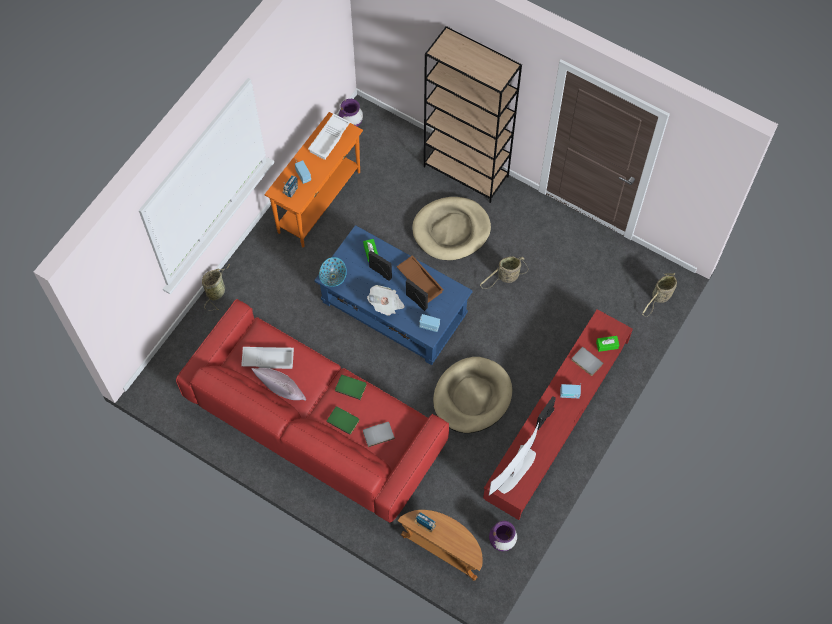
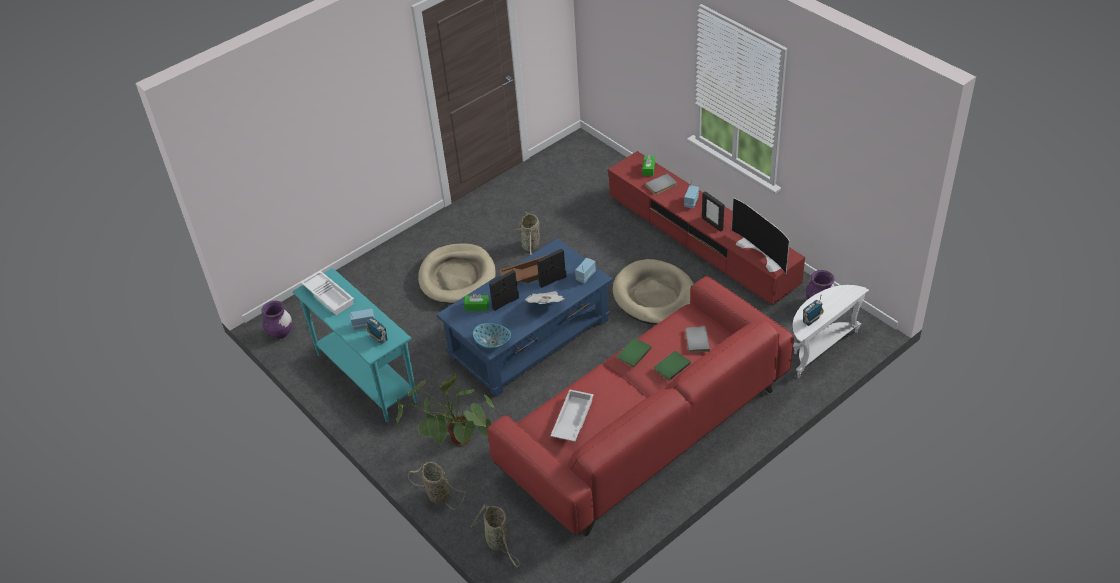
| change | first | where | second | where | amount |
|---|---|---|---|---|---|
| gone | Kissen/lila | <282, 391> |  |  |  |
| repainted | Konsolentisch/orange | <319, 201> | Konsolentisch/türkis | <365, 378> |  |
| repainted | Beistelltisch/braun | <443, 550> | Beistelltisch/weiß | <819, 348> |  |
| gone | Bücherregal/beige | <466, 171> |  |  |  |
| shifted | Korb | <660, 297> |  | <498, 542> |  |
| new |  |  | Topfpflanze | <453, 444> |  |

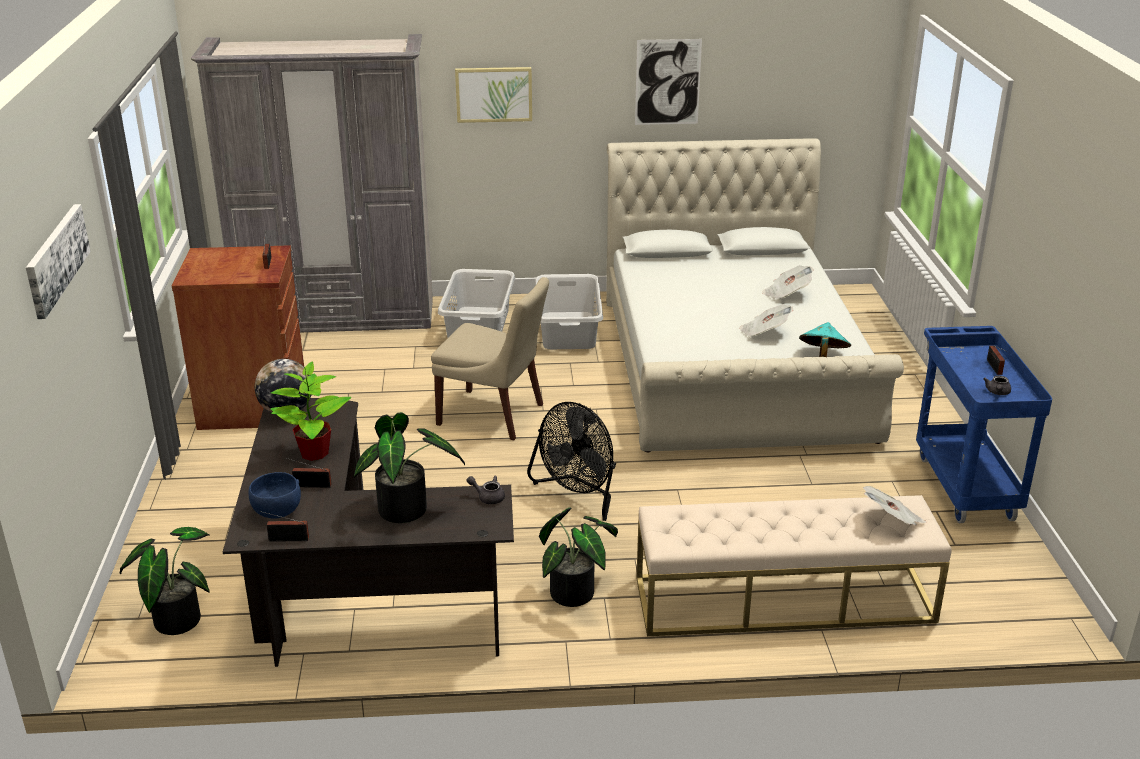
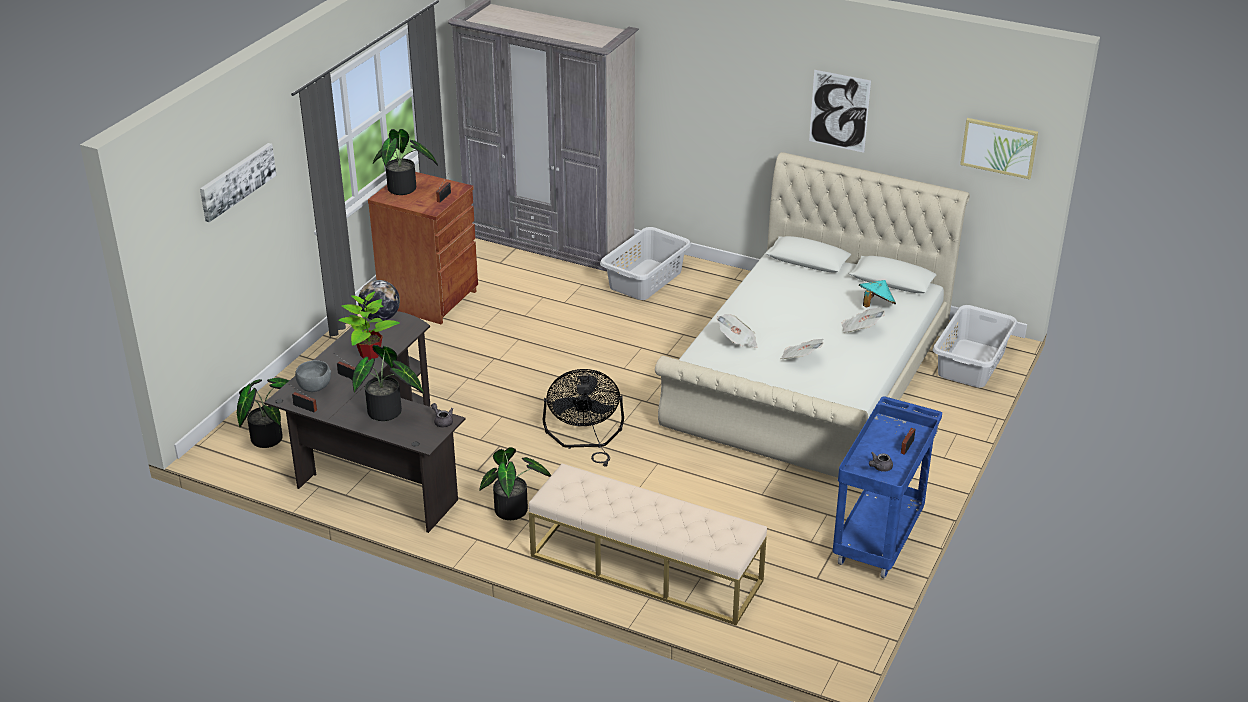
| change | first | where | second | where | amount |
|---|---|---|---|---|---|
| repainted | Schüssel/blau | <277, 511> | Schüssel/grau | <314, 387> |  |
| gone | Stuhl/beige | <494, 415> |  |  |  |
| shifted | Bild | <494, 94> |  | <999, 147> |  |
| rotated | Ventilator/schwarz | <579, 492> |  | <587, 440> | 105 degrees clockwise |
| shifted | Wäschekorb/grau | <567, 331> |  | <970, 363> |  |
| shifted | Hut/türkis | <822, 355> |  | <875, 305> |  |
| shifted | Zeitung | <892, 521> |  | <737, 341> |  |
| new |  |  | Topfpflanze | <404, 190> |  |

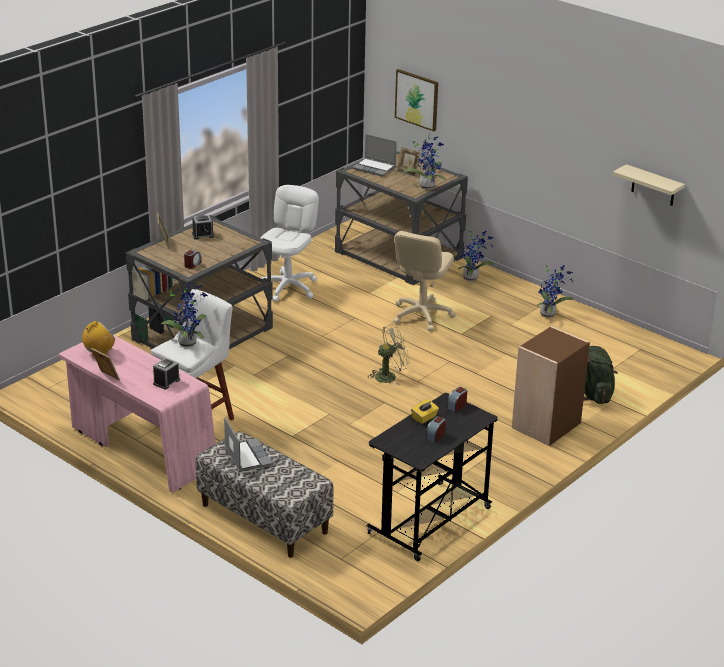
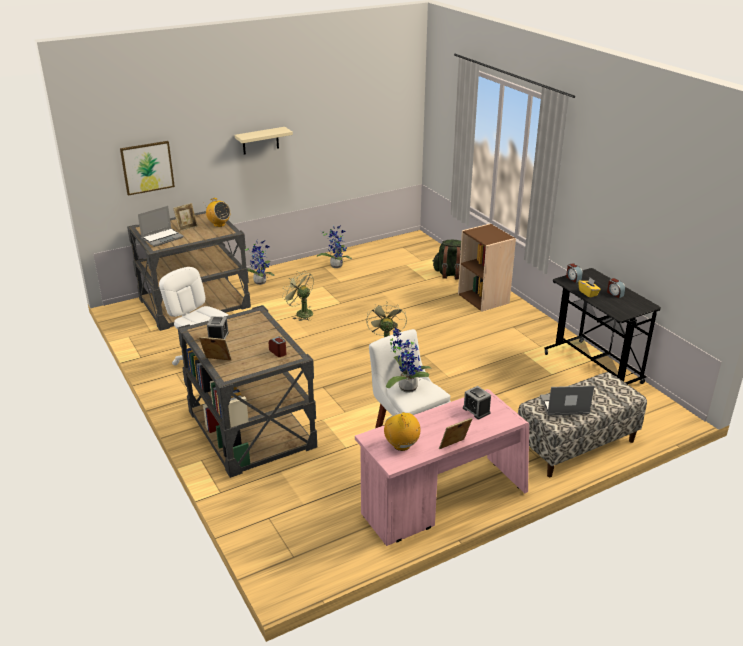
| change | first | where | second | where | amount |
|---|---|---|---|---|---|
| swapped | Bürostuhl/beige | <421, 315> | Ventilator/grün | <301, 313> |  |
| swapped | Topfpflanze | <427, 186> | Radio | <219, 224> |  |
| shifted | Wandregal/beige | <653, 186> |  | <260, 140> |  |

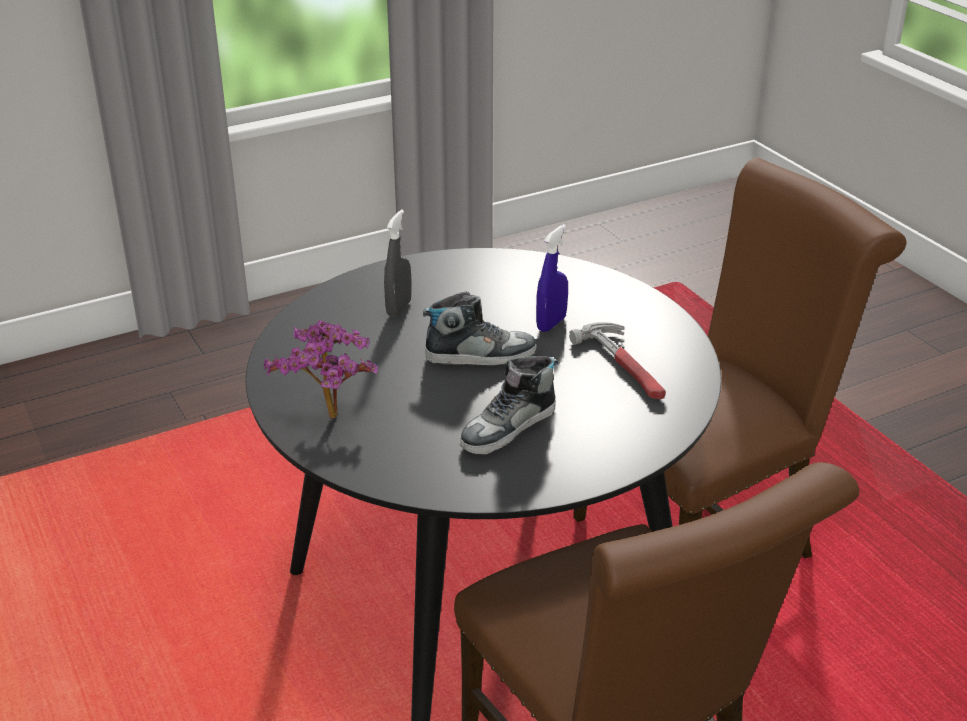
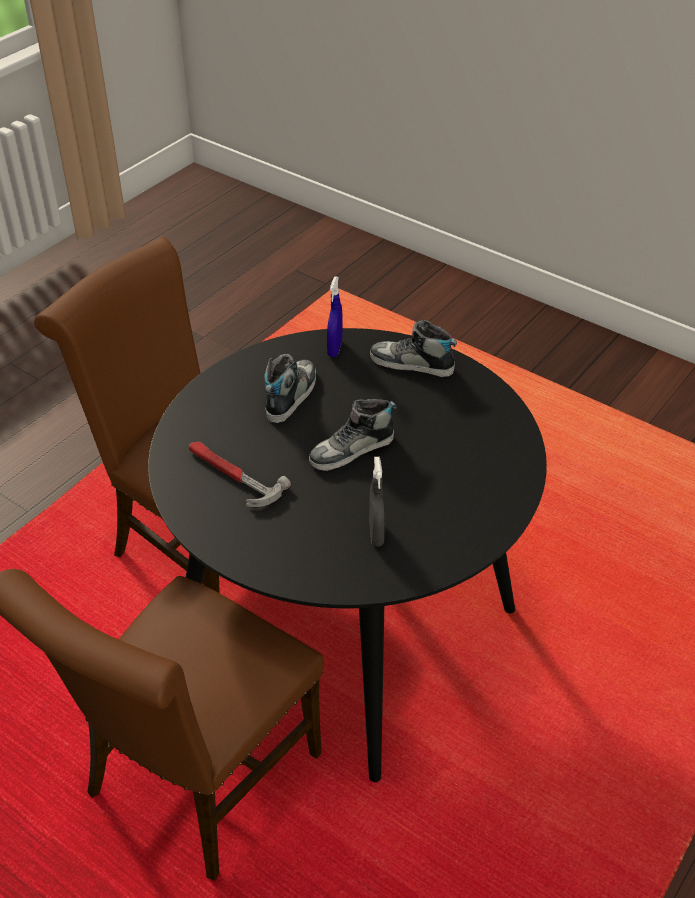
| change | first | where | second | where | amount |
|---|---|---|---|---|---|
| swapped | Topfpflanze | <331, 422> | Schuh | <412, 364> |  |
| shifted | Sprühflasche/grau | <399, 308> |  | <376, 534> |  |
| shifted | Sprühflasche/blau | <551, 324> |  | <334, 349> |  |

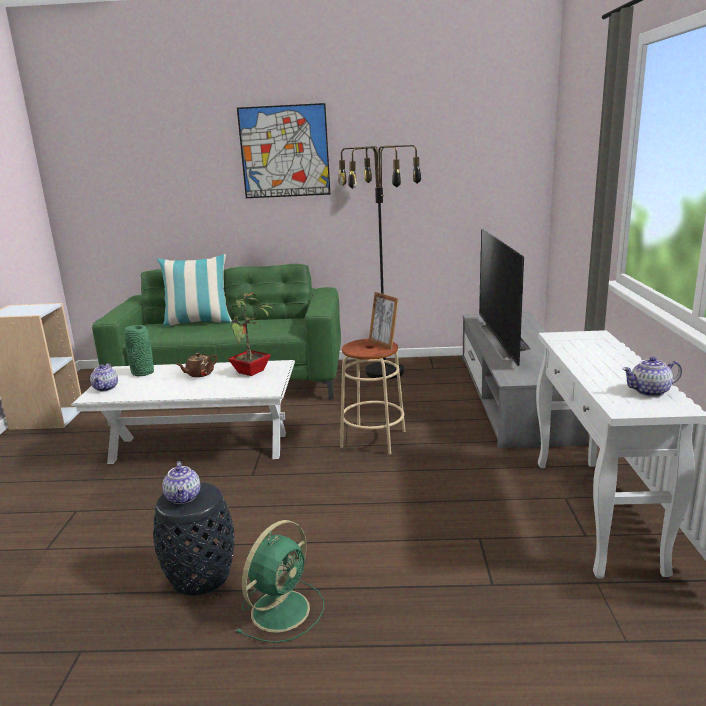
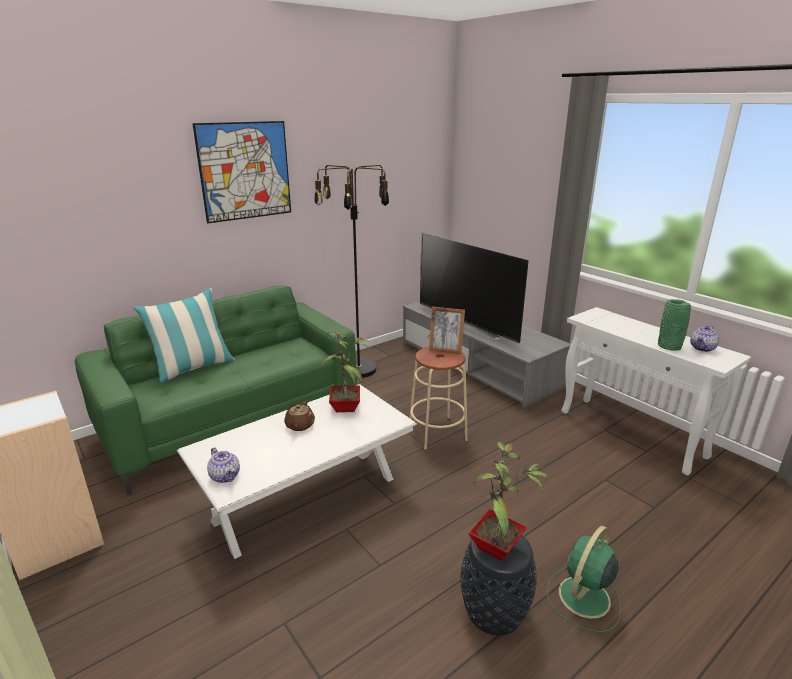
| change | first | where | second | where | amount |
|---|---|---|---|---|---|
| shifted | Vase/grün | <143, 373> |  | <670, 346> |  |
| swapped | Teekanne | <184, 497> | Topfpflanze | <498, 549> |  |
| rotated | Ventilator/grün | <282, 609> |  | <583, 598> | 135 degrees counterclockwise |

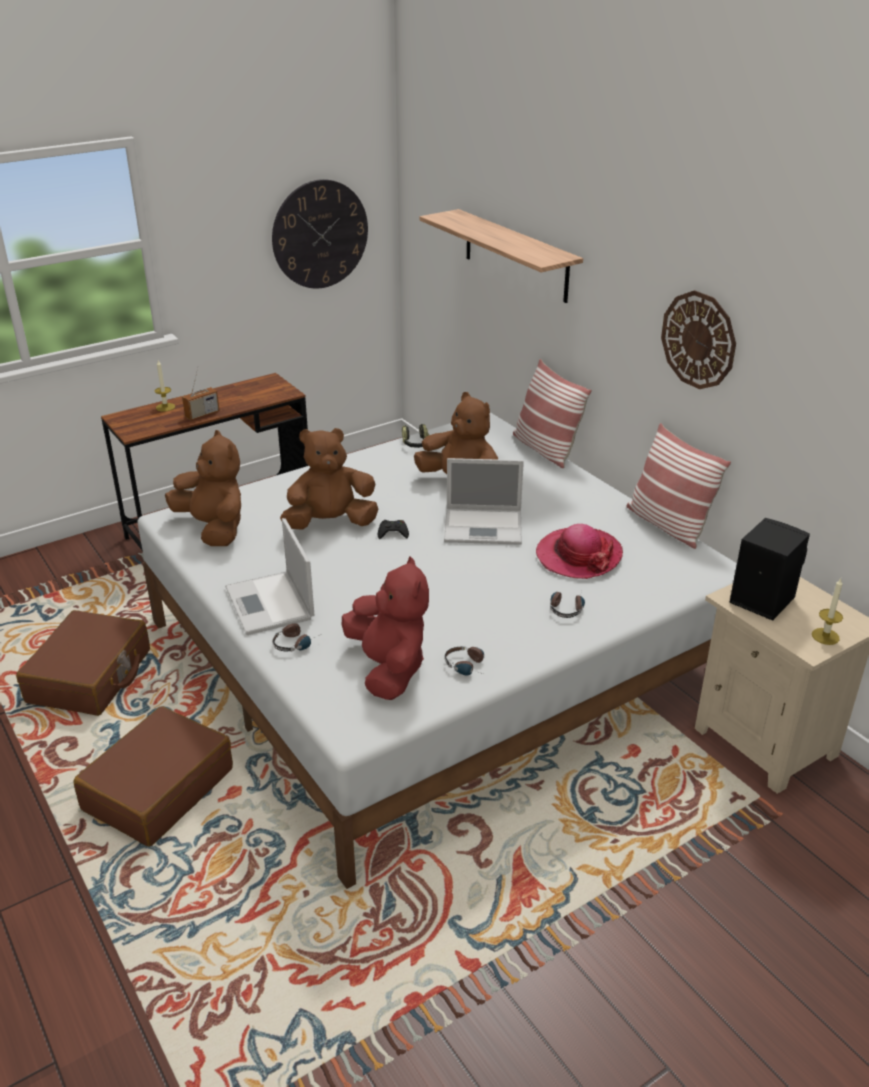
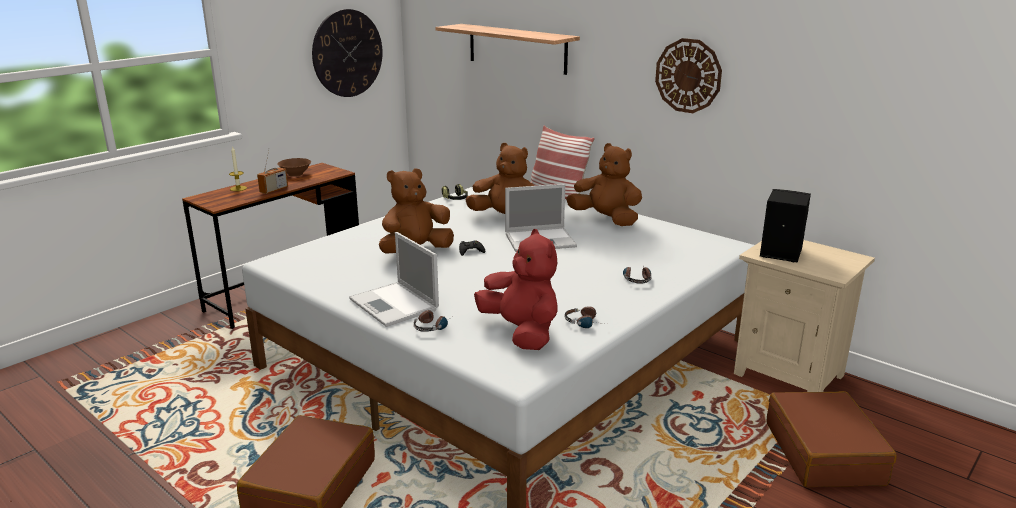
| change | first | where | second | where | amount |
|---|---|---|---|---|---|
| shifted | Koffer/braun | <90, 676> |  | <824, 453> |  |
| shifted | Plüschtier/braun | <214, 528> |  | <606, 219> |  |
| gone | Hut | <578, 556> |  |  |  |
| gone | Kissen | <667, 524> |  |  |  |
| gone | Kerze | <825, 636> |  |  |  |
| new |  |  | Schüssel/braun | <296, 174> |  |

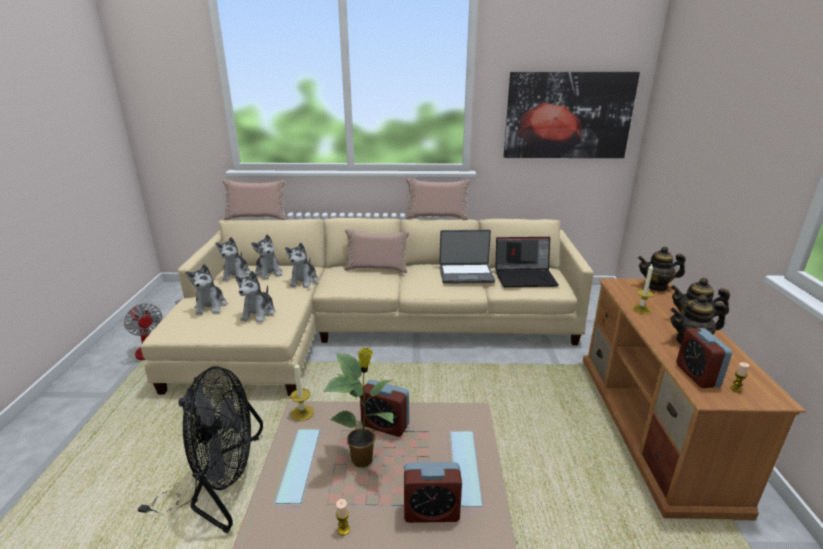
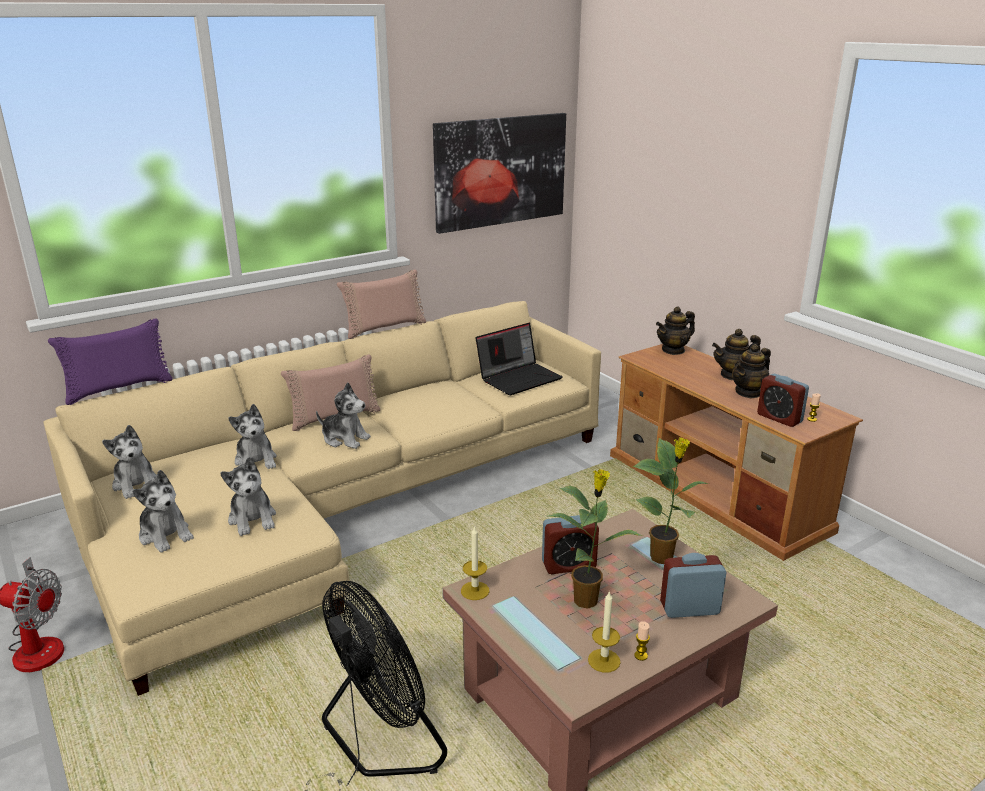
| change | first | where | second | where | amount |
|---|---|---|---|---|---|
| repainted | Kissen/beige | <256, 218> | Kissen/lila | <119, 389> |  |
| shifted | Plüschtier | <269, 272> |  | <345, 439> |  |
| rotated | Wecker | <431, 511> |  | <689, 608> | 150 degrees counterclockwise |
| gone | Laptop | <466, 274> |  |  |  |
| shifted | Kerze | <641, 309> |  | <604, 660> |  |
| new |  |  | Topfpflanze | <663, 558> |  |

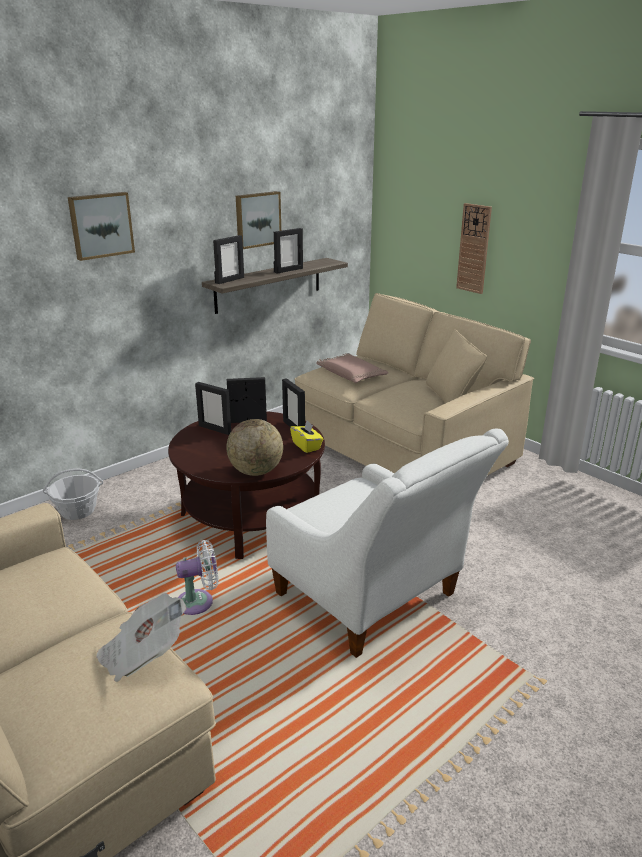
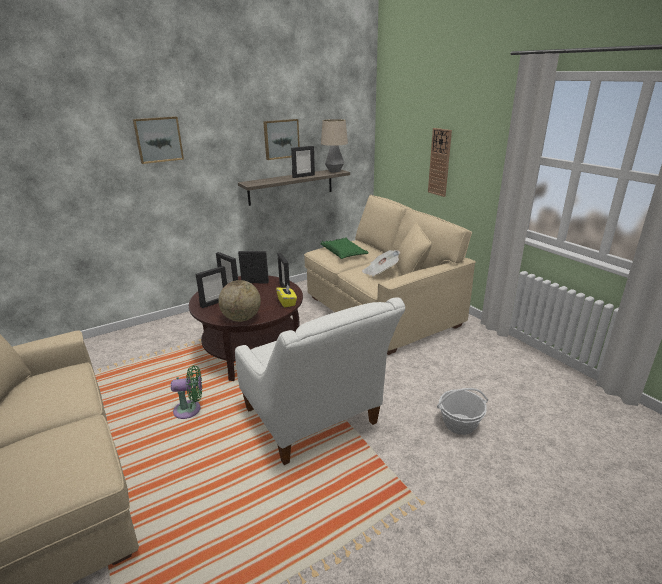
| change | first | where | second | where | amount |
|---|---|---|---|---|---|
| shifted | Korb | <77, 511> |  | <459, 424> |  |
| shifted | Zeitung | <143, 654> |  | <380, 272> |  |
| repainted | Ventilator/weiß | <199, 602> | Ventilator/grün | <190, 409> |  |
| shifted | Bilderrahmen | <229, 280> |  | <214, 302> |  |
| repainted | Kissen/beige | <351, 373> | Kissen/grün | <343, 252> |  |
| new |  |  | Tischlampe | <334, 171> |  |

